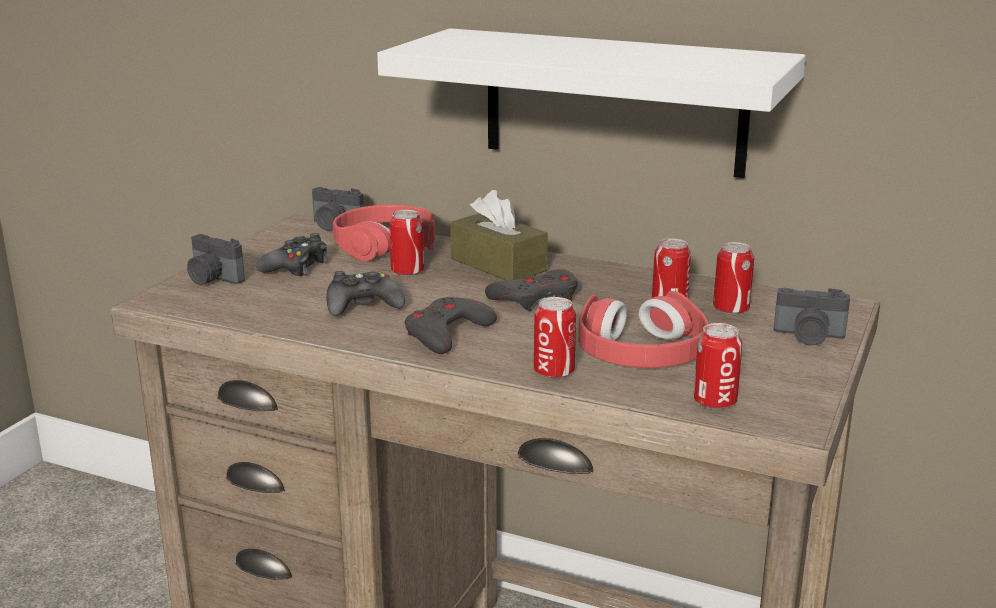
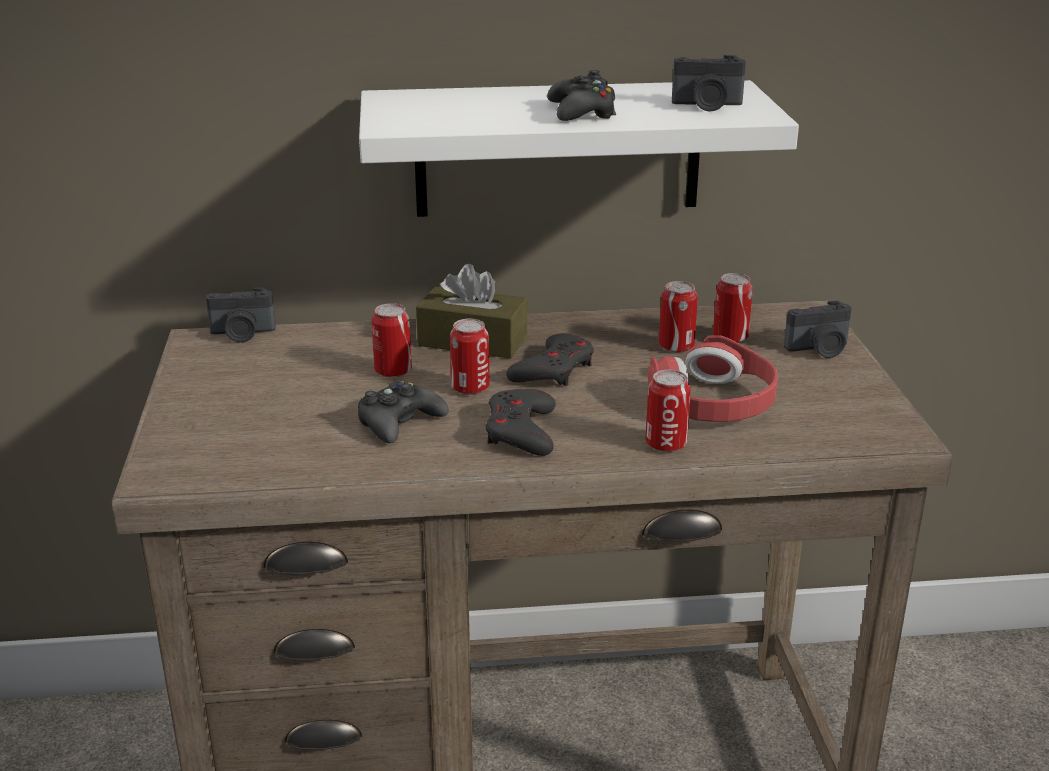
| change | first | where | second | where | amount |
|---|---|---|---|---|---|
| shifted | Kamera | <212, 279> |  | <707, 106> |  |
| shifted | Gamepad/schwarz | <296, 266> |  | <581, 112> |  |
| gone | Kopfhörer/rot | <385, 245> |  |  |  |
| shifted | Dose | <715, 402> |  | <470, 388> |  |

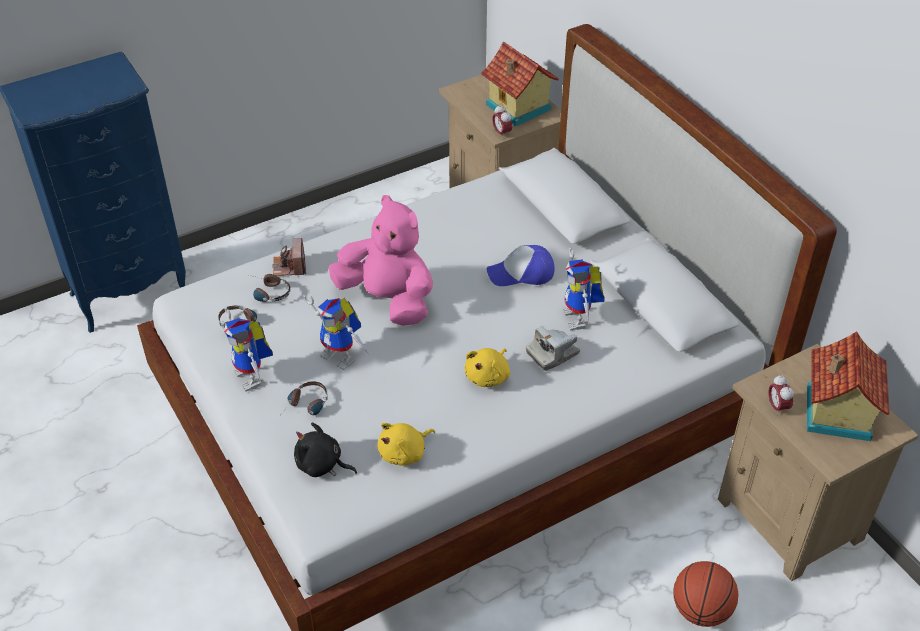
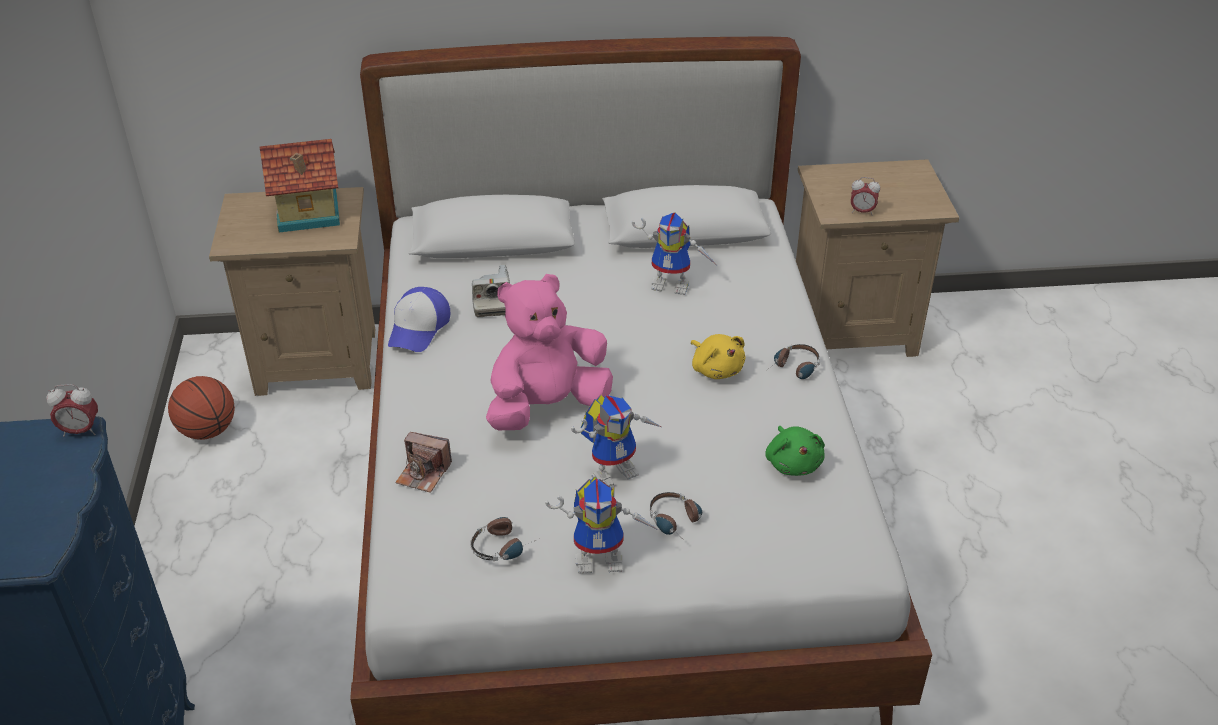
| change | first | where | second | where | amount |
|---|---|---|---|---|---|
| shifted | Kopfhörer | <267, 292> |  | <793, 370> |  |
| gone | Plüschtier/schwarz | <321, 465> |  |  |  |
| repainted | Plüschtier/gelb | <404, 453> | Plüschtier/grün | <793, 463> |  |
| shifted | Kappe | <521, 273> |  | <419, 328> |  |
| shifted | Wecker | <501, 133> |  | <80, 431> |  |
| shifted | Kamera | <552, 353> |  | <492, 302> |  |
| shifted | Basketball | <701, 610> |  | <208, 431> |  |
| gone | Spielzeughaus | <835, 413> |  |  |  |

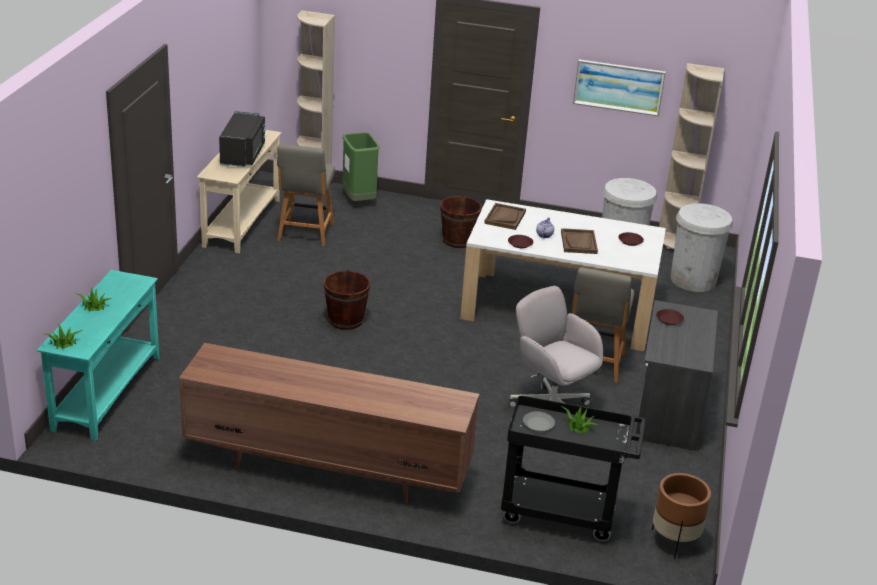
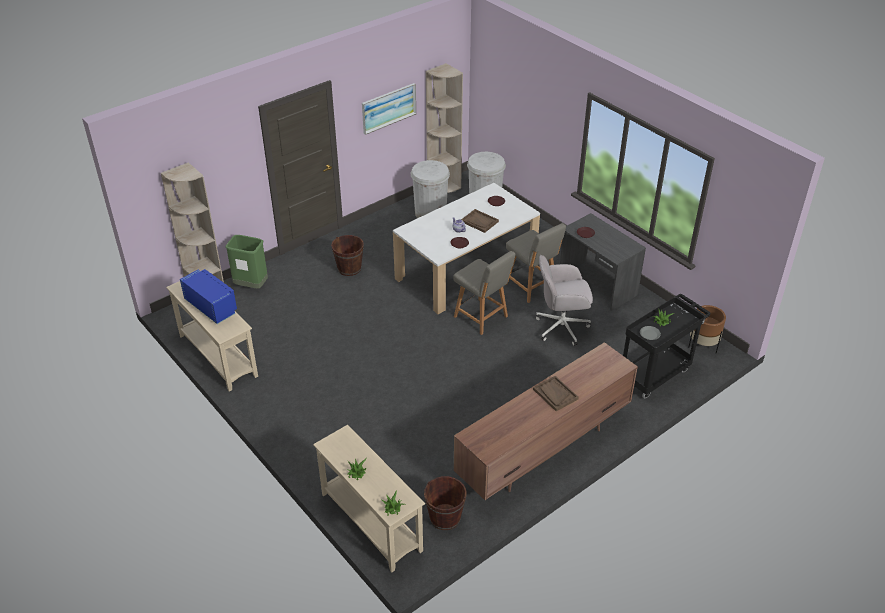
| change | first | where | second | where | amount |
|---|---|---|---|---|---|
| repainted | Konsolentisch/türkis | <107, 392> | Konsolentisch/beige | <370, 522> |  |
| repainted | Mikrowelle/schwarz | <243, 155> | Mikrowelle/blau | <212, 306> |  |
| shifted | Stuhl/grau | <305, 233> |  | <482, 317> |  |
| shifted | Eimer/braun | <345, 320> |  | <445, 518> |  |
| shifted | Tablett/braun | <505, 217> |  | <555, 394> |  |

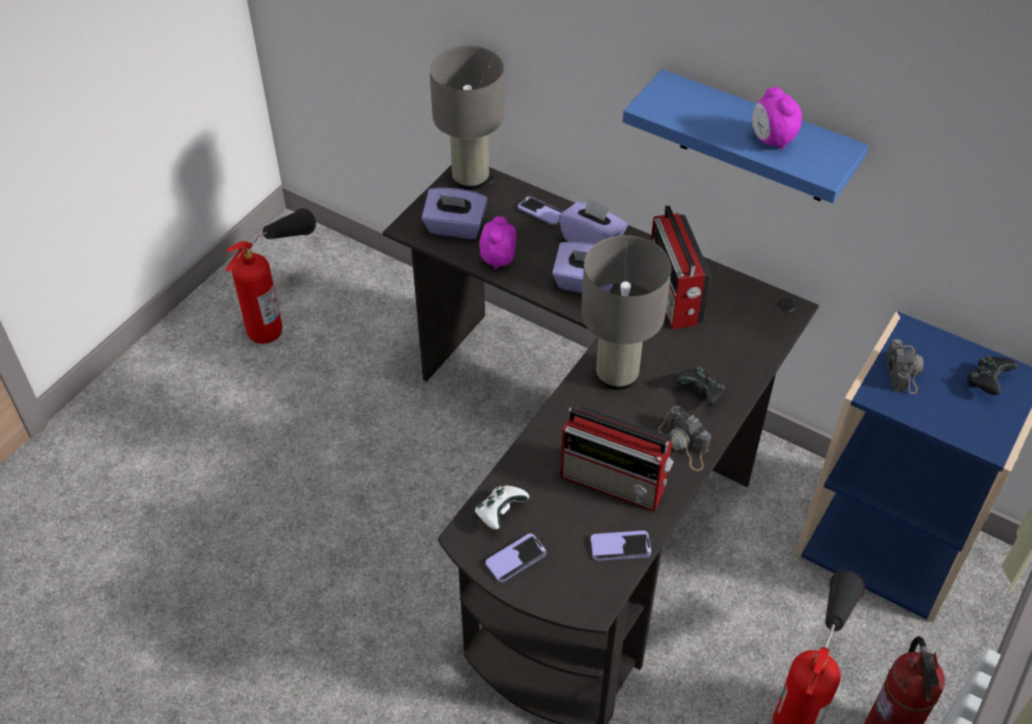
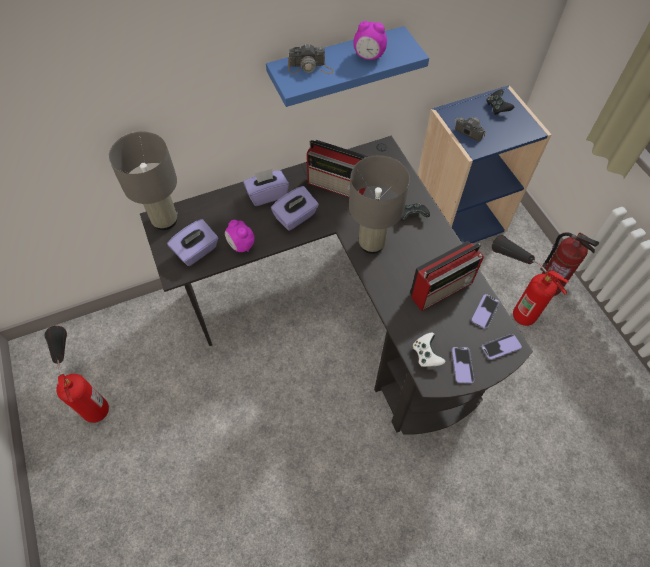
| change | first | where | second | where | amount |
|---|---|---|---|---|---|
| shifted | Handy | <541, 212> |  | <501, 347> |  |
| shifted | Kamera | <685, 444> |  | <310, 67> |  |

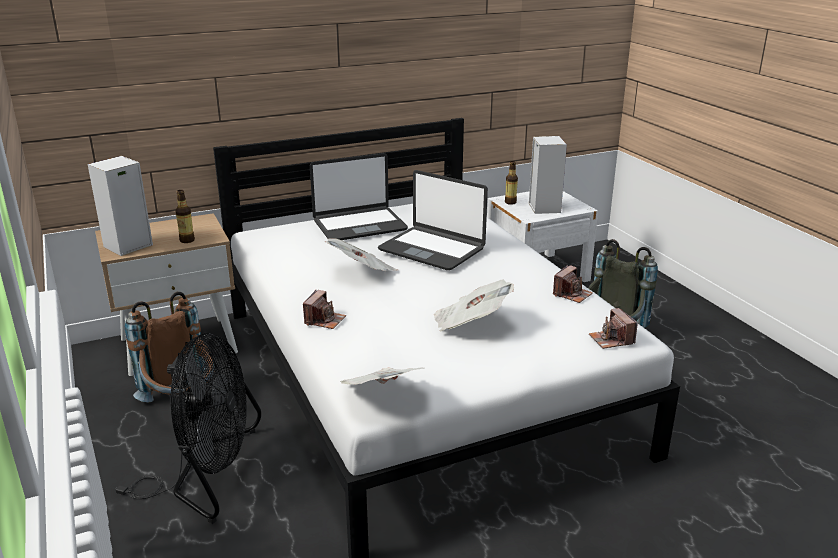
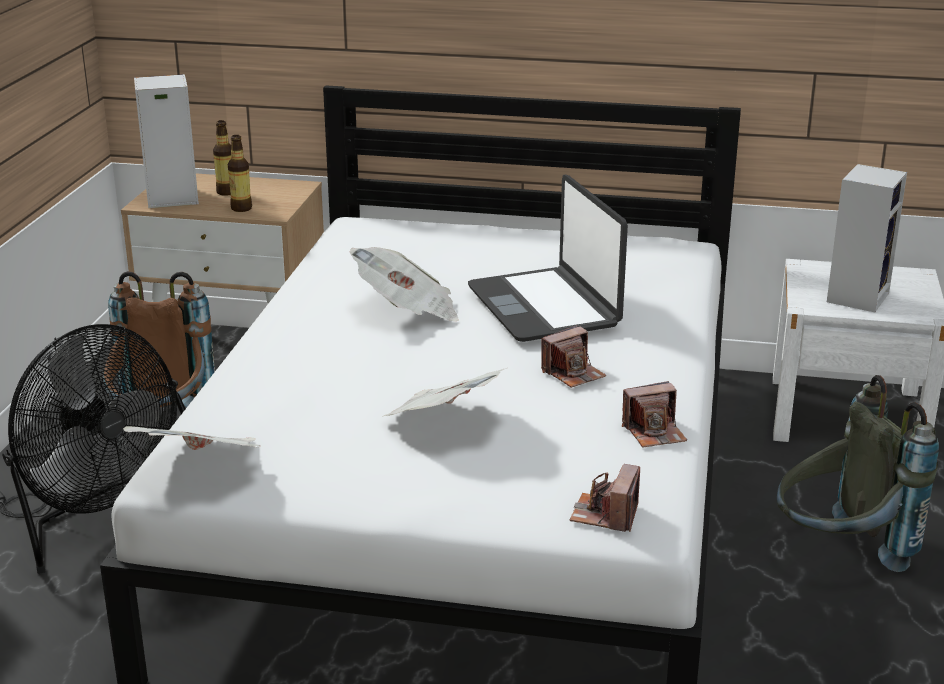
| change | first | where | second | where | amount |
|---|---|---|---|---|---|
| shifted | Kamera | <324, 320> |  | <573, 373> |  |
| gone | Laptop | <359, 225> |  |  |  |
| shifted | Flasche | <510, 202> |  | <226, 192> |  |

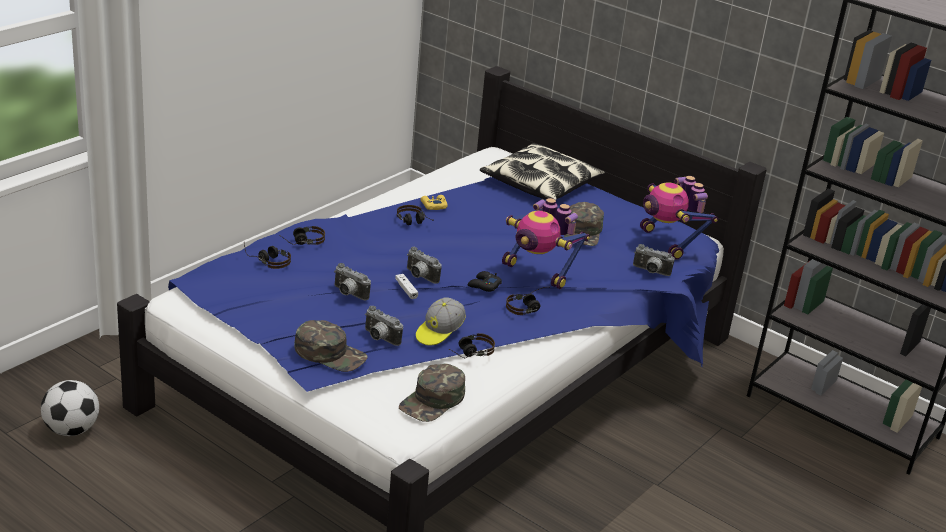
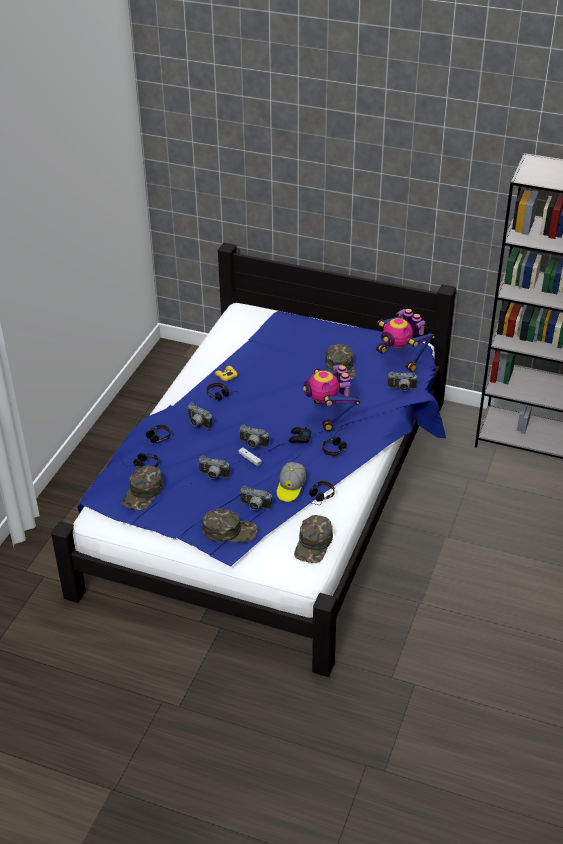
| change | first | where | second | where | amount |
|---|---|---|---|---|---|
| gone | Fußball | <72, 430> |  |  |  |
| gone | Kissen | <541, 184> |  |  |  |
| rotated | Spielzeugroboter | <538, 272> |  | <329, 414> | 60 degrees clockwise |
| new |  |  | Kappe/grün | <143, 493> |  |
| new |  |  | Kamera | <197, 423> |  |

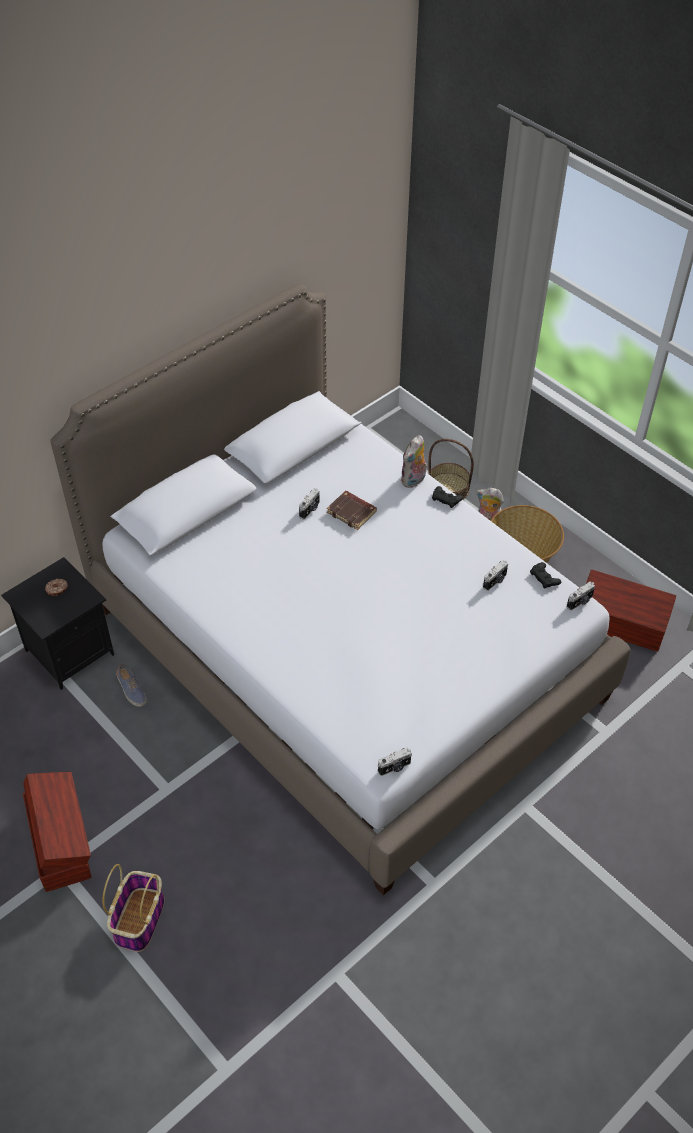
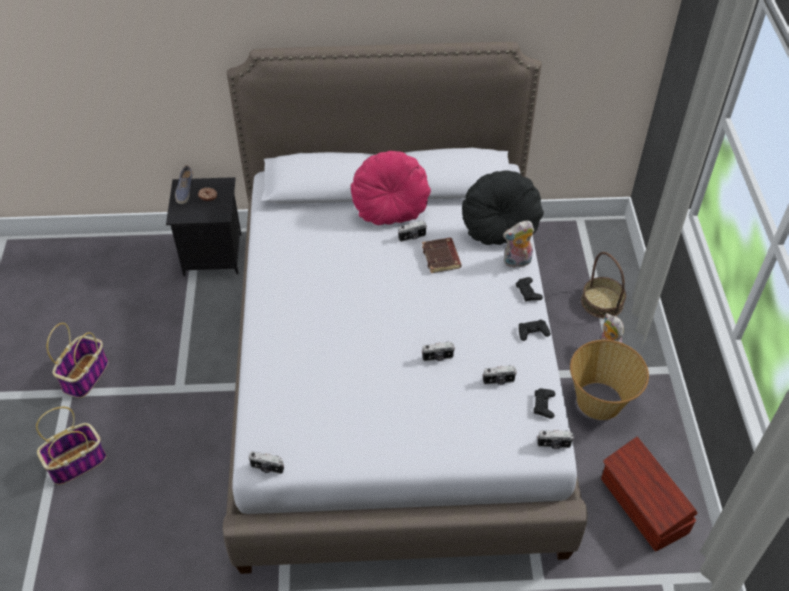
| change | first | where | second | where | amount |
|---|---|---|---|---|---|
| swapped | Aufbewahrungsbox/braun | <61, 841> | Korb | <85, 375> |  |
| shifted | Schuh | <131, 690> |  | <184, 190> |  |
| new |  |  | Kissen/rosa | <390, 214> |  |
| new |  |  | Kamera | <438, 357> |  |
| new |  |  | Kissen/schwarz | <499, 234> |  |
| new |  |  | Gamepad/schwarz | <533, 332> |  |

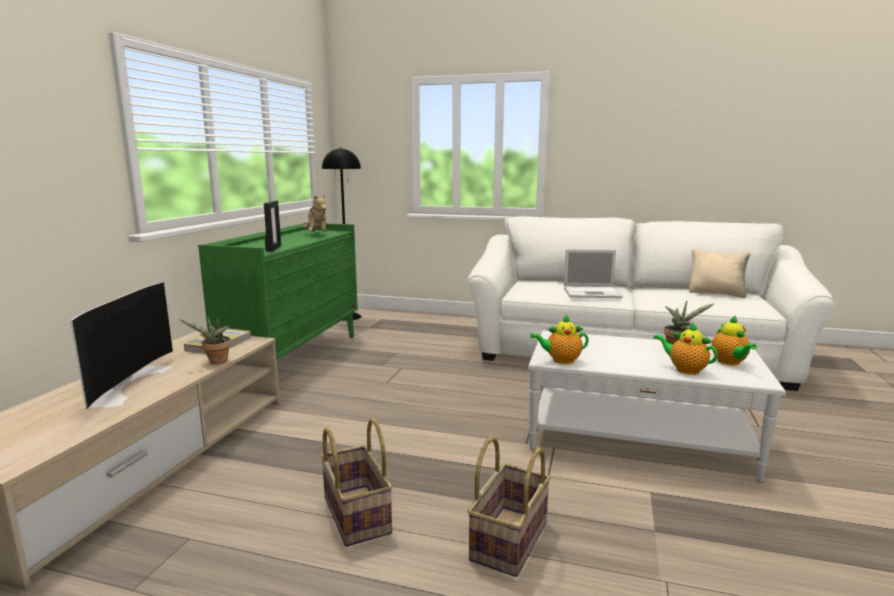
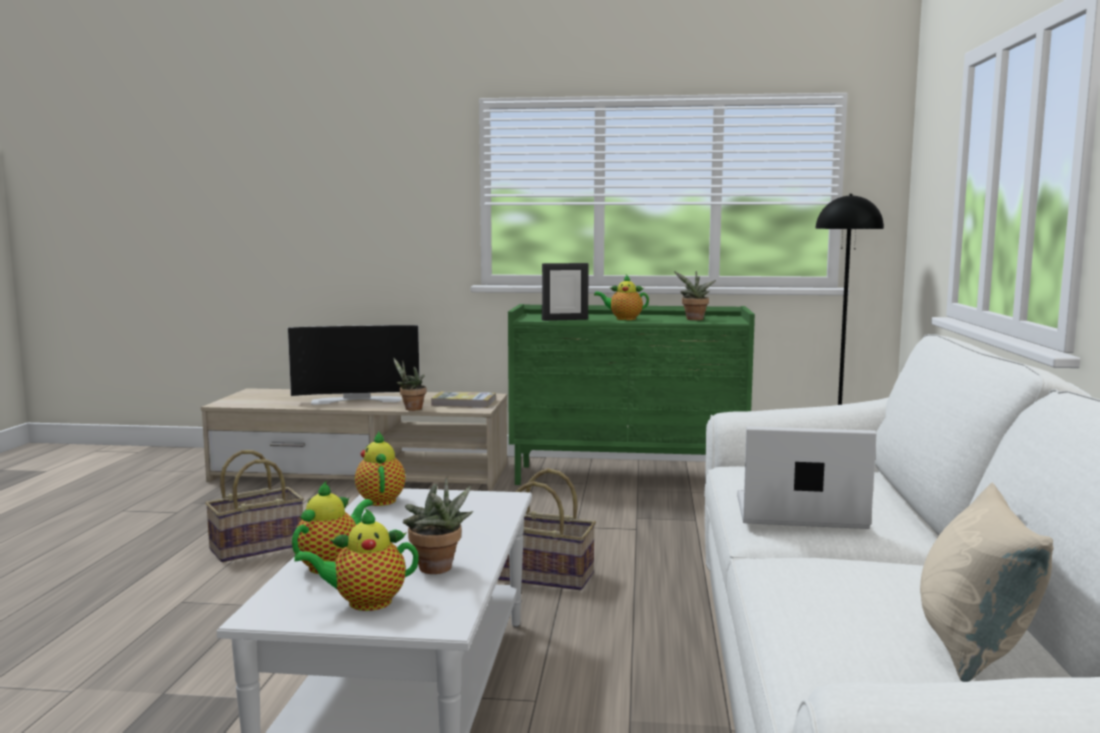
| change | first | where | second | where | amount |
|---|---|---|---|---|---|
| swapped | Plüschtier | <317, 234> | Topfpflanze | <694, 319> |  |
| shifted | Korb | <508, 539> |  | <546, 575> |  |
| rotated | Laptop | <593, 293> |  | <796, 512> | 105 degrees clockwise |
| new |  |  | Teekanne | <623, 319> |  |

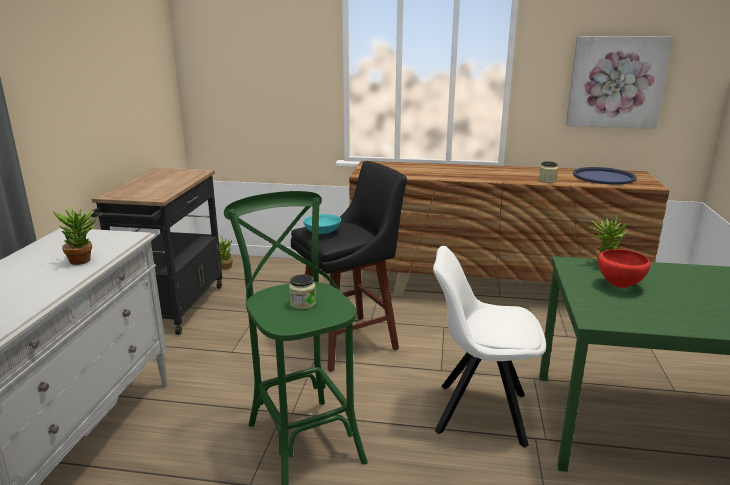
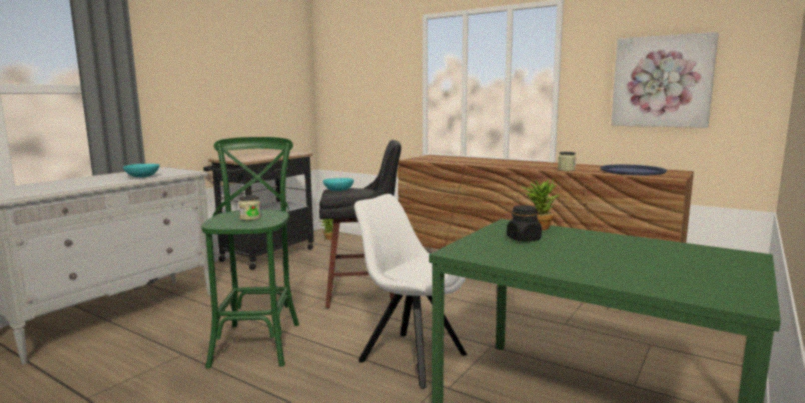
| change | first | where | second | where | amount |
|---|---|---|---|---|---|
| swapped | Topfpflanze | <84, 260> | Schüssel/türkis | <142, 177> |  |
| swapped | Schüssel/rot | <619, 286> | Vorratsglas/schwarz | <523, 239> |  |

